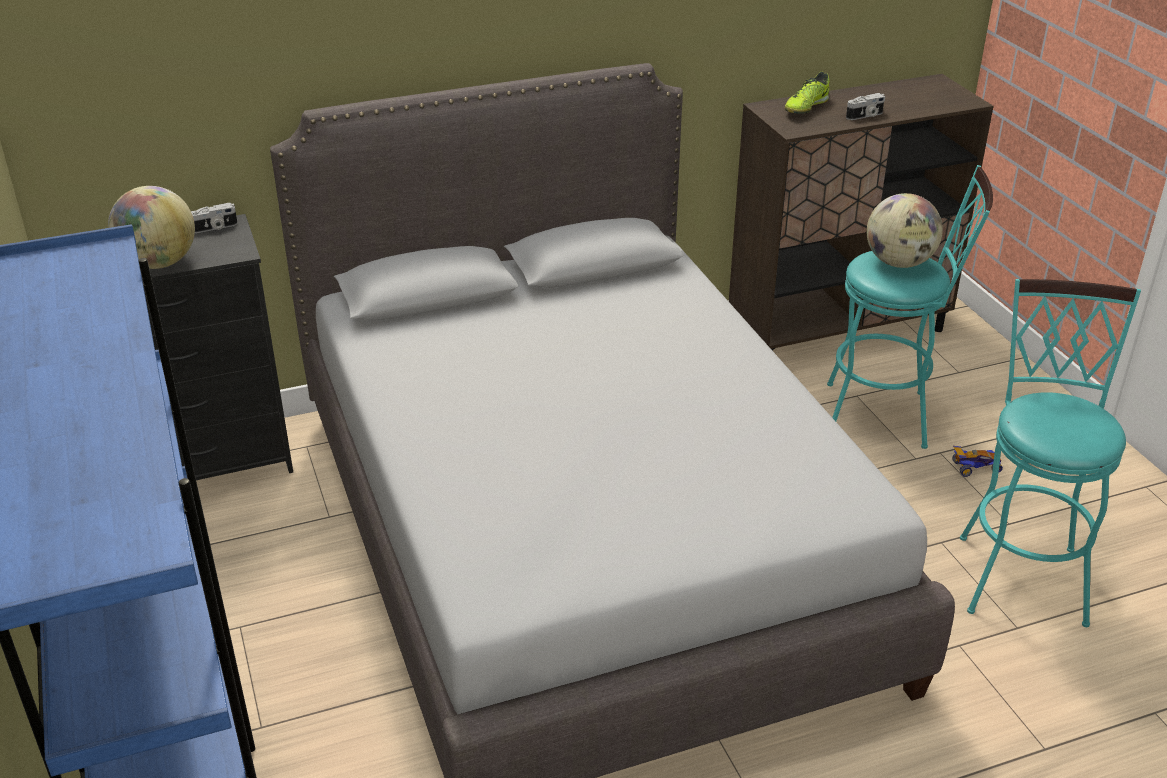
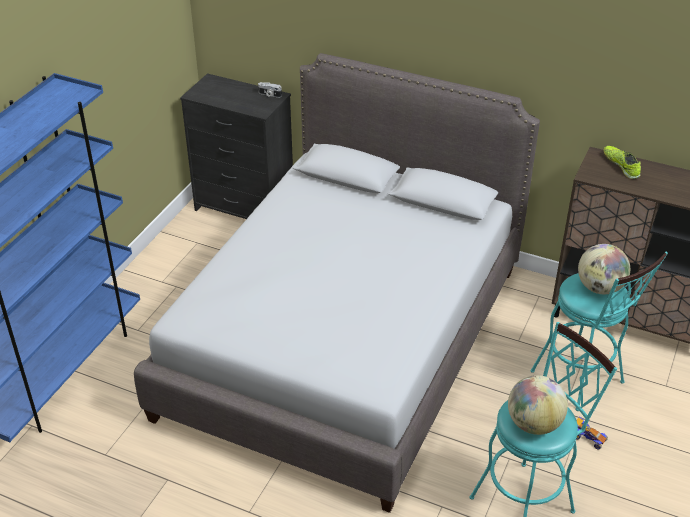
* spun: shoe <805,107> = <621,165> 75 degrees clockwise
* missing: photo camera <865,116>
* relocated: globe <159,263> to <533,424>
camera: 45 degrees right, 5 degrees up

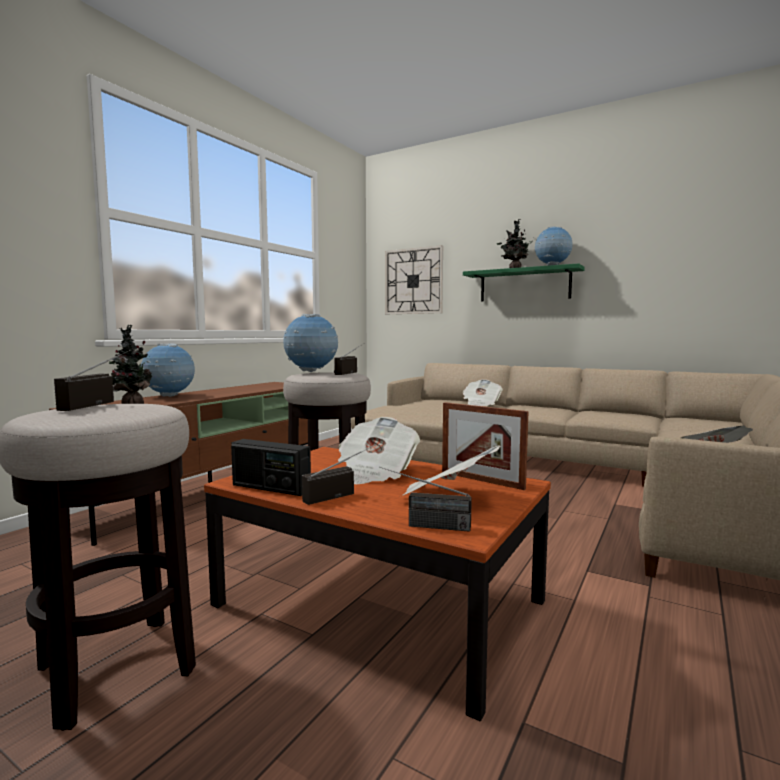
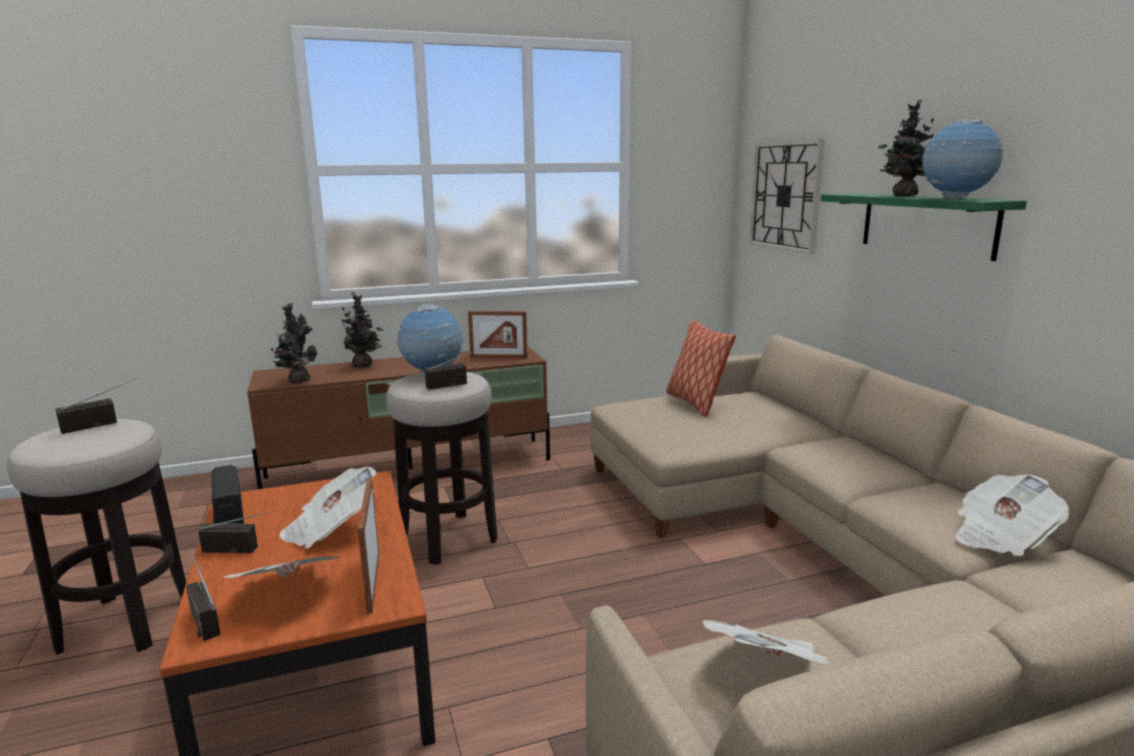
* exchanged: globe <169,396> to potted plant <364,365>
* relocated: newspaper <481,404> to <1001,537>
* appeared: picture frame <498,357>
* appeared: pillow <695,403>
camera: 40 degrees right, 10 degrees up

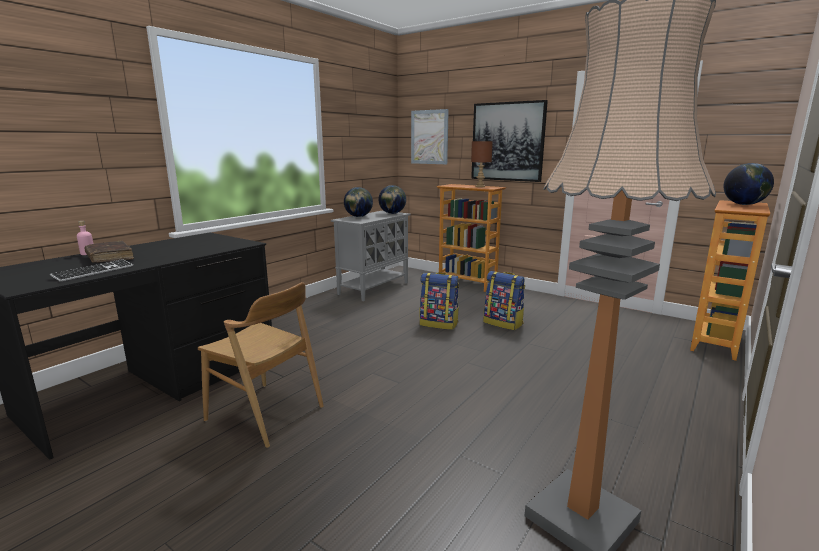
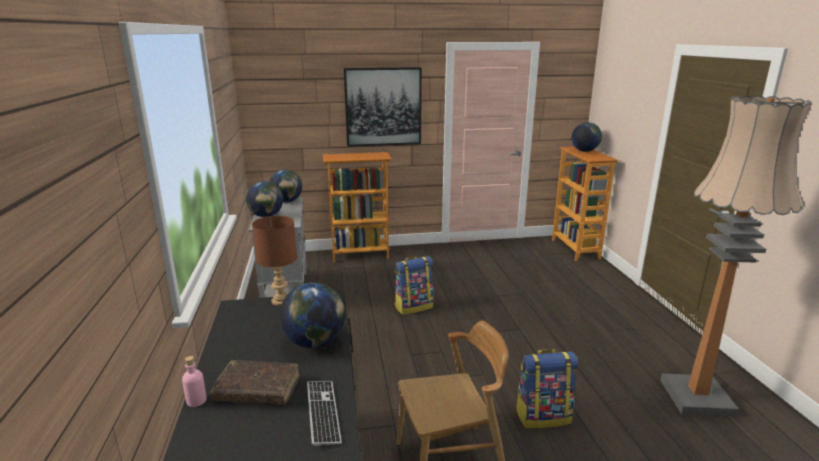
* missing: picture <429,137>
* relocated: table lamp (brown) <480,186> to <281,301>
* relocated: backpack <503,323> to <543,416>
* appeared: globe <315,342>
camera: 45 degrees left, 5 degrees up

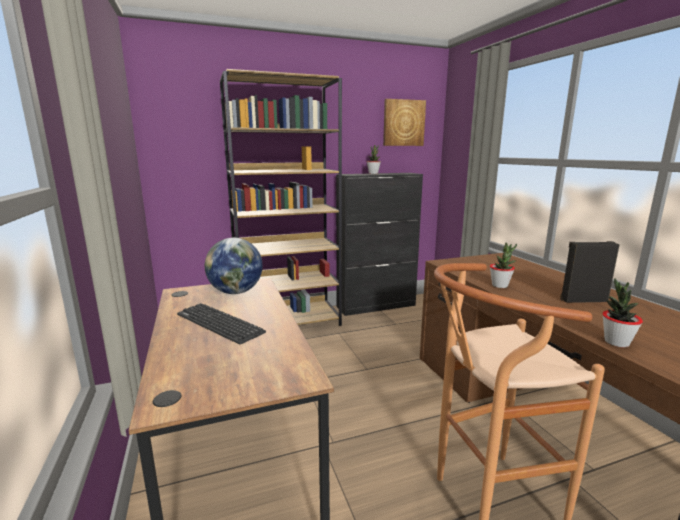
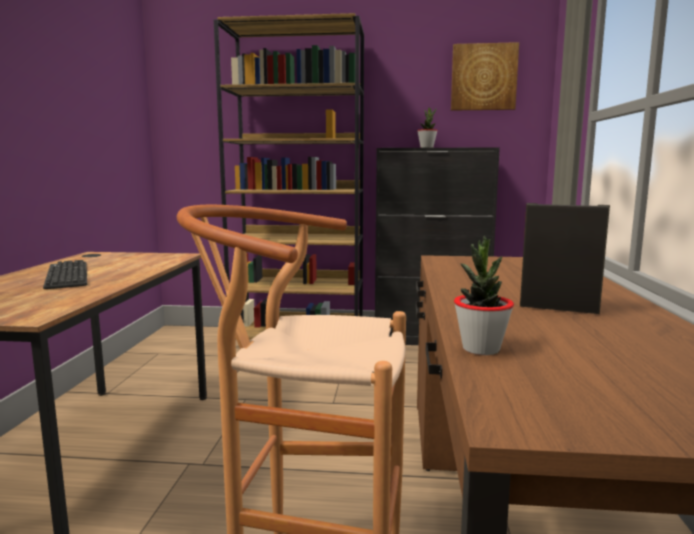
* missing: globe <236,292>
* missing: potted plant <500,285>
camera: 25 degrees right, 5 degrees down

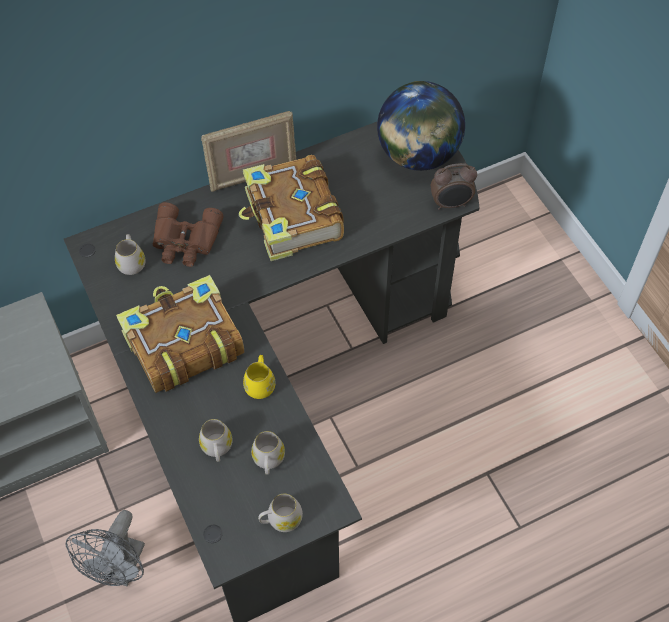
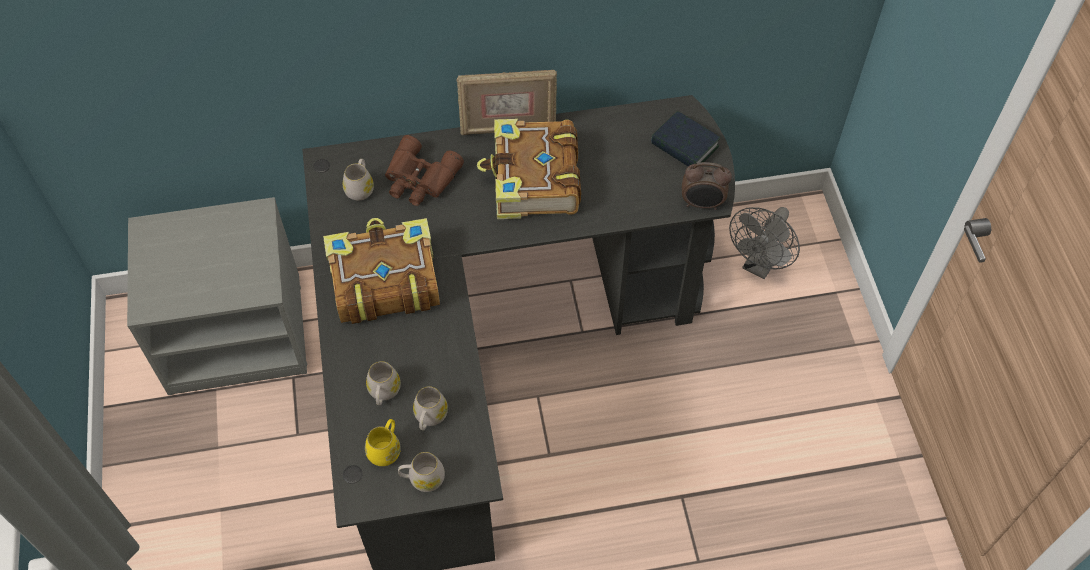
* exchanged: globe <418,156> to book <684,145>
* relocated: mug (yellow) <260,383> to <386,449>
* relocated: fan (grey) <121,570> to <759,265>
camera: 15 degrees right, 0 degrees up

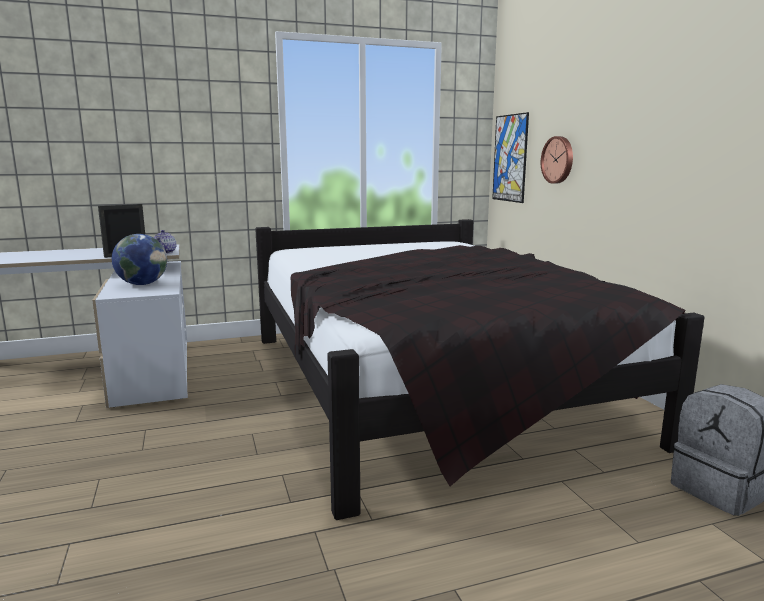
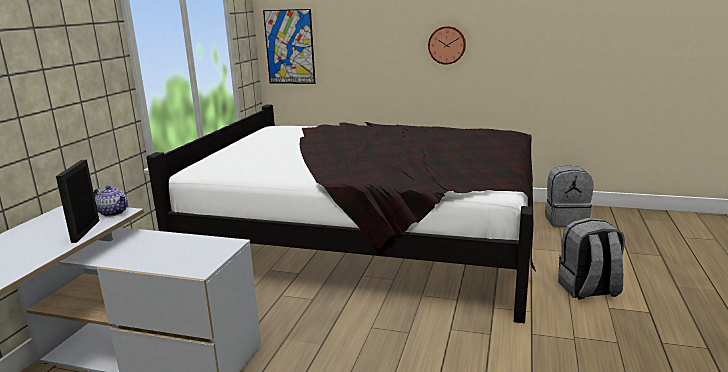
* relocated: wall clock <558,160> to <447,45>
* missing: globe <142,284>
* appeared: backpack (grey) <588,290>
camera: 55 degrees left, 5 degrees up

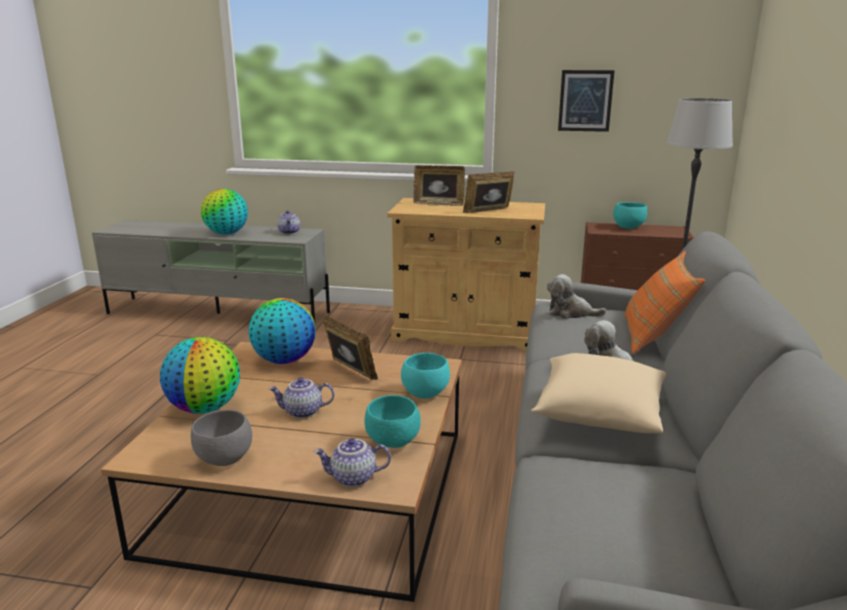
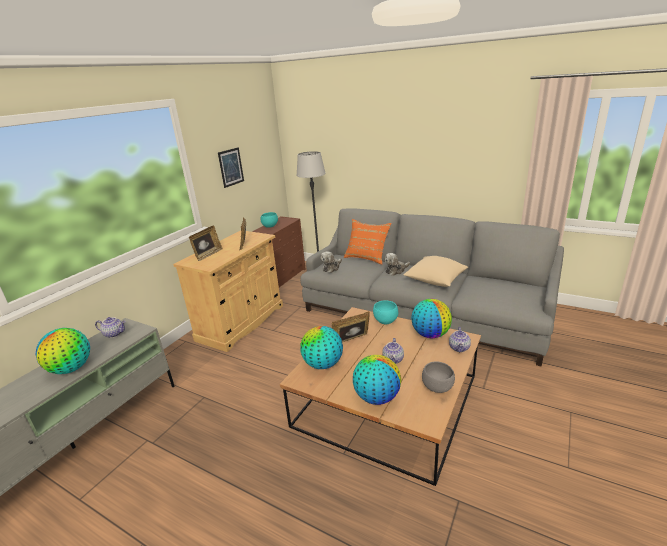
* exchanged: bowl (turquoise) <394,442> to globe <430,334>
camera: 70 degrees left, 5 degrees up

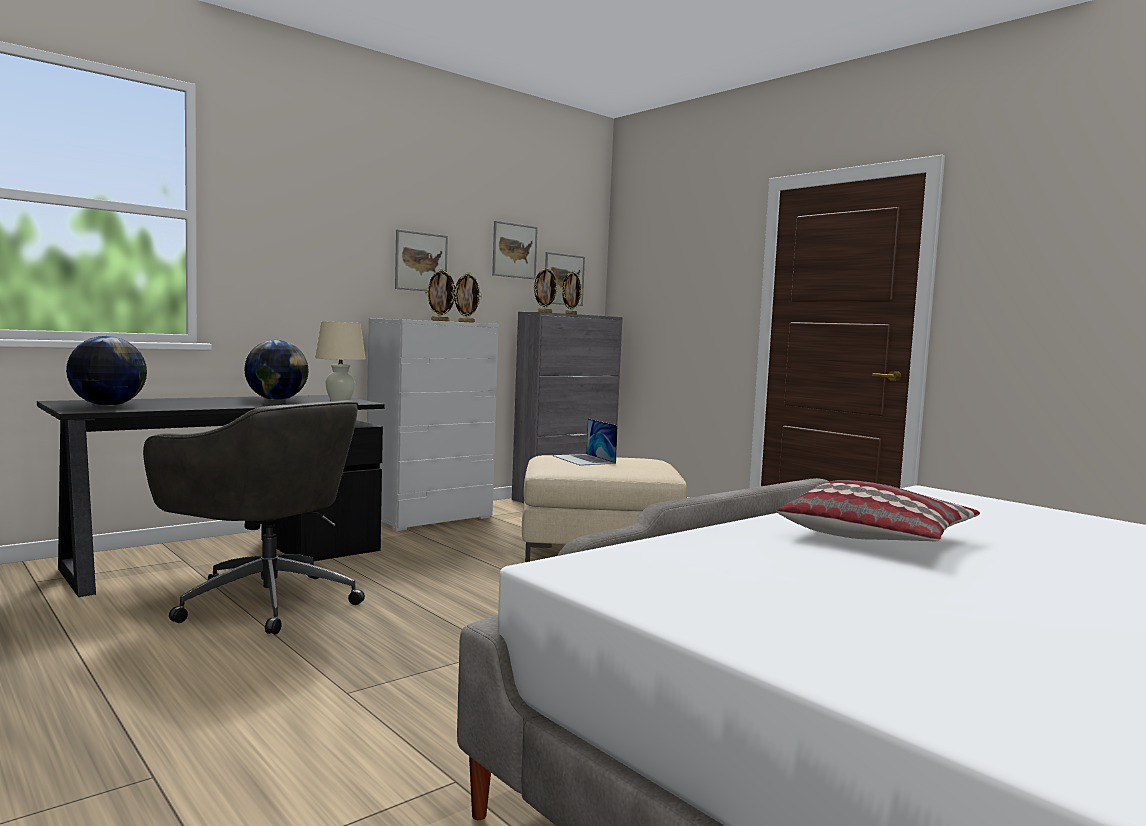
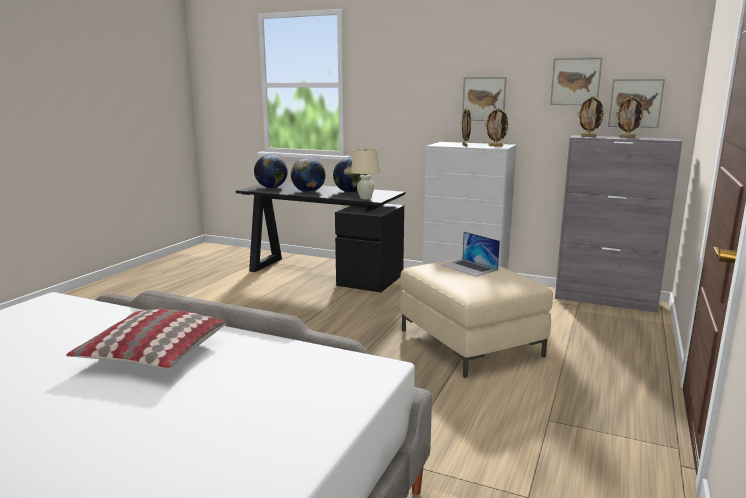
* missing: office chair (grey) <264,601>
* spun: laptop <583,459> = <469,267> 75 degrees counterclockwise
* appeared: globe <308,192>
camera: 65 degrees right, 10 degrees up

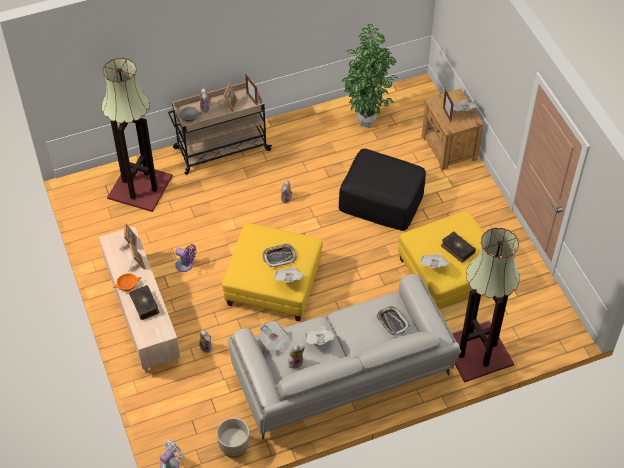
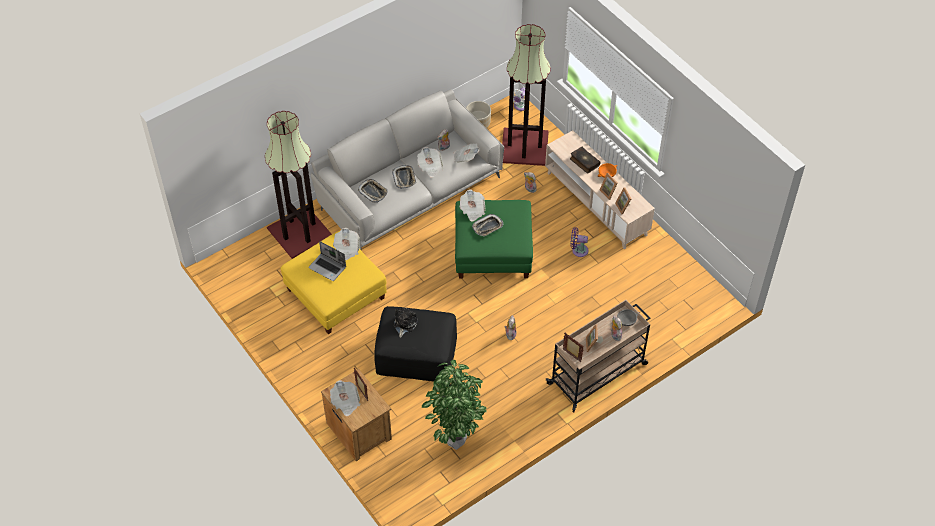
* relocated: floor lamp <139,186> to <525,148>
* colour: ottoman (yellow) <273,284> to ottoman (green) <493,250>
* exchanged: book <457,249> to laptop <328,267>
* appeared: tray <404,178>
* appeared: plush toy <404,324>
camera: 165 degrees right, 0 degrees up

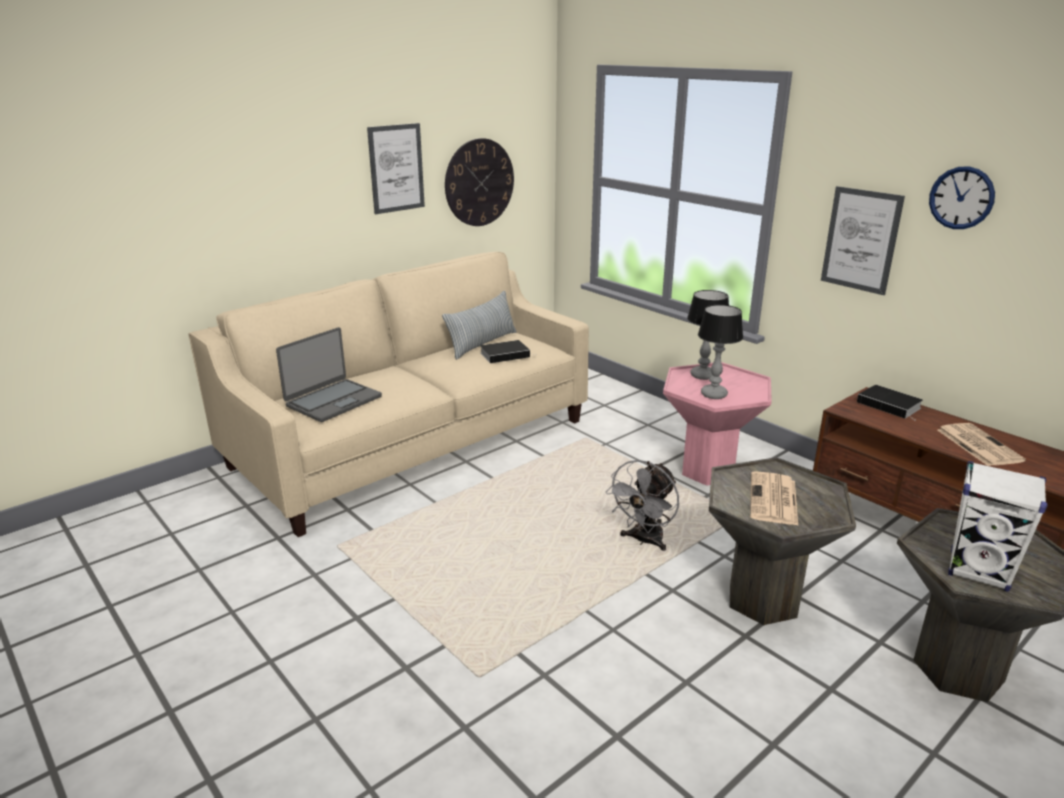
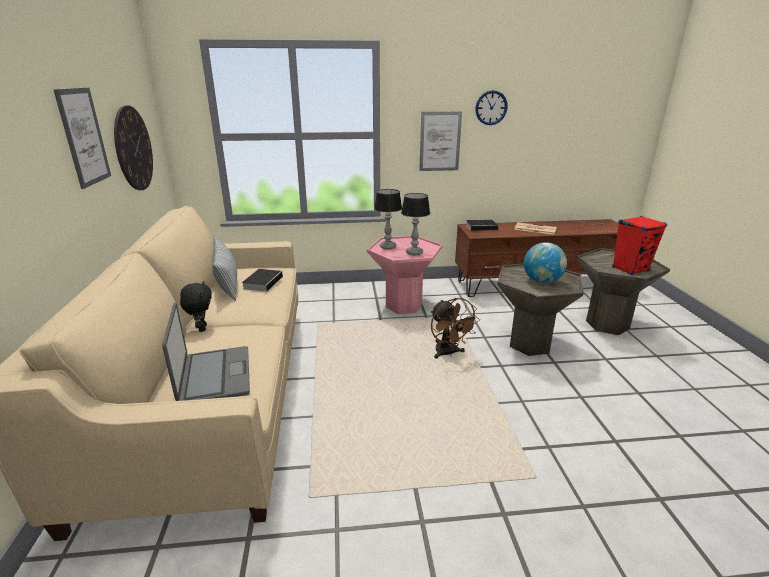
* colour: fan (grey) <644,541> to fan (brown) <448,353>
* colour: speaker (white) <979,571> to speaker (red) <630,269>
* exchanged: newspaper <774,500> to globe <542,281>
* appeared: plush toy (black) <201,328>
camera: 55 degrees left, 0 degrees up

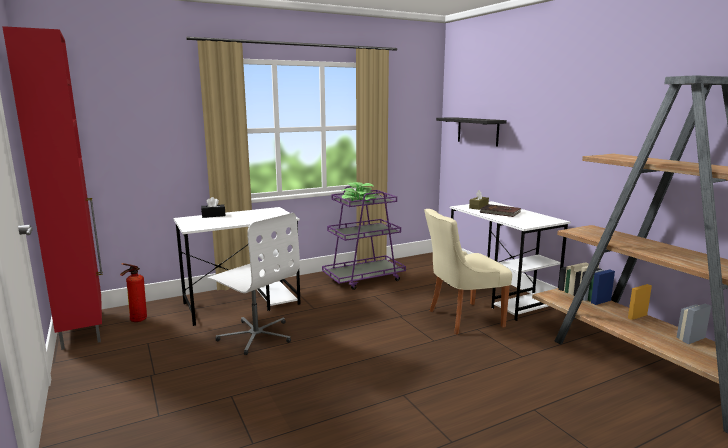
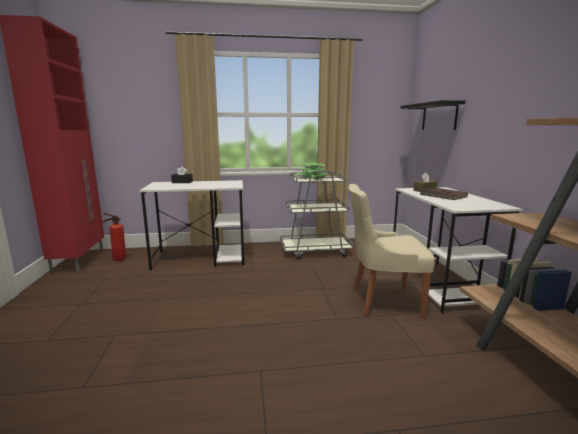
* colour: cart (purple) <364,278> to cart (grey) <315,251>
* missing: office chair (white) <256,335>
camera: 20 degrees right, 0 degrees up

